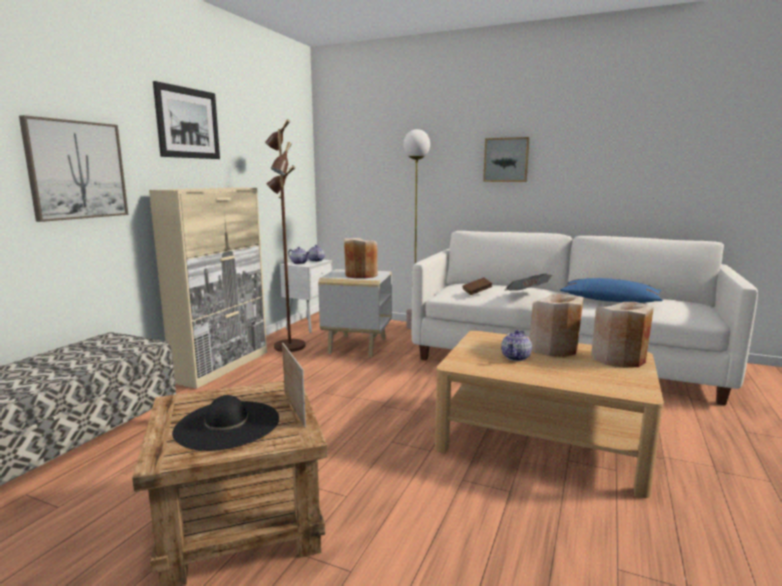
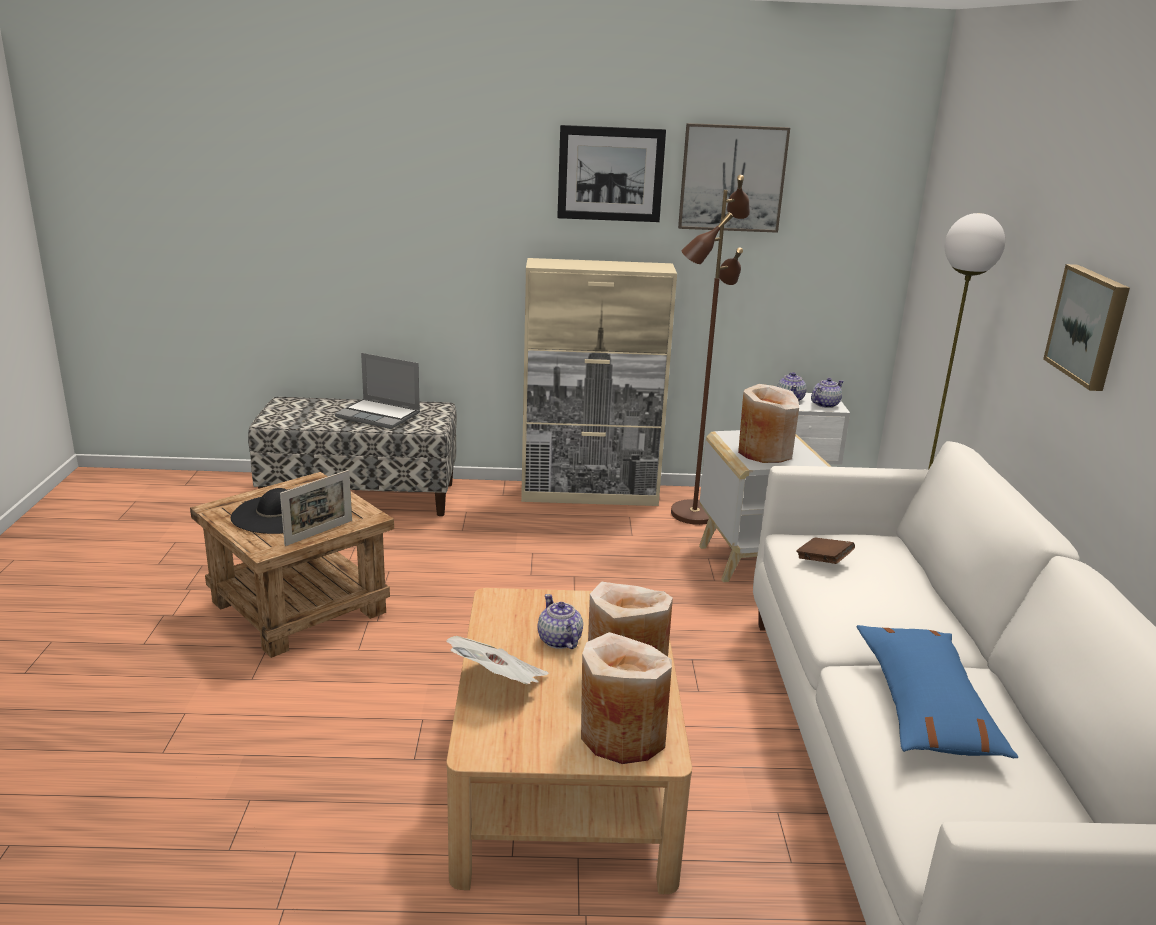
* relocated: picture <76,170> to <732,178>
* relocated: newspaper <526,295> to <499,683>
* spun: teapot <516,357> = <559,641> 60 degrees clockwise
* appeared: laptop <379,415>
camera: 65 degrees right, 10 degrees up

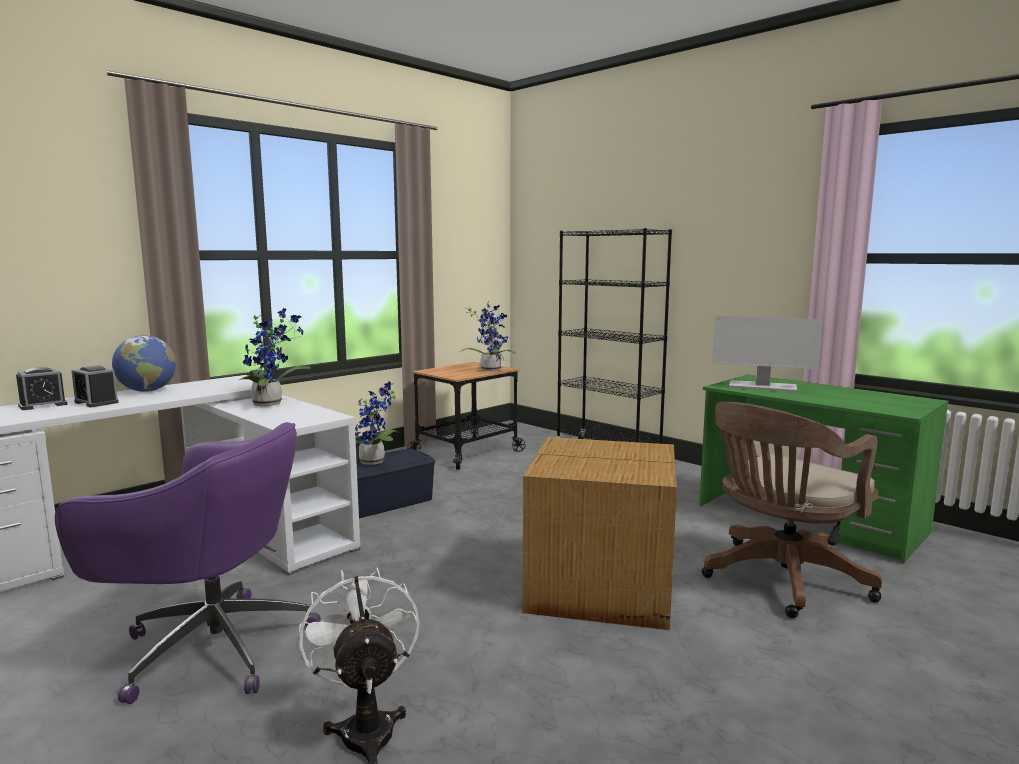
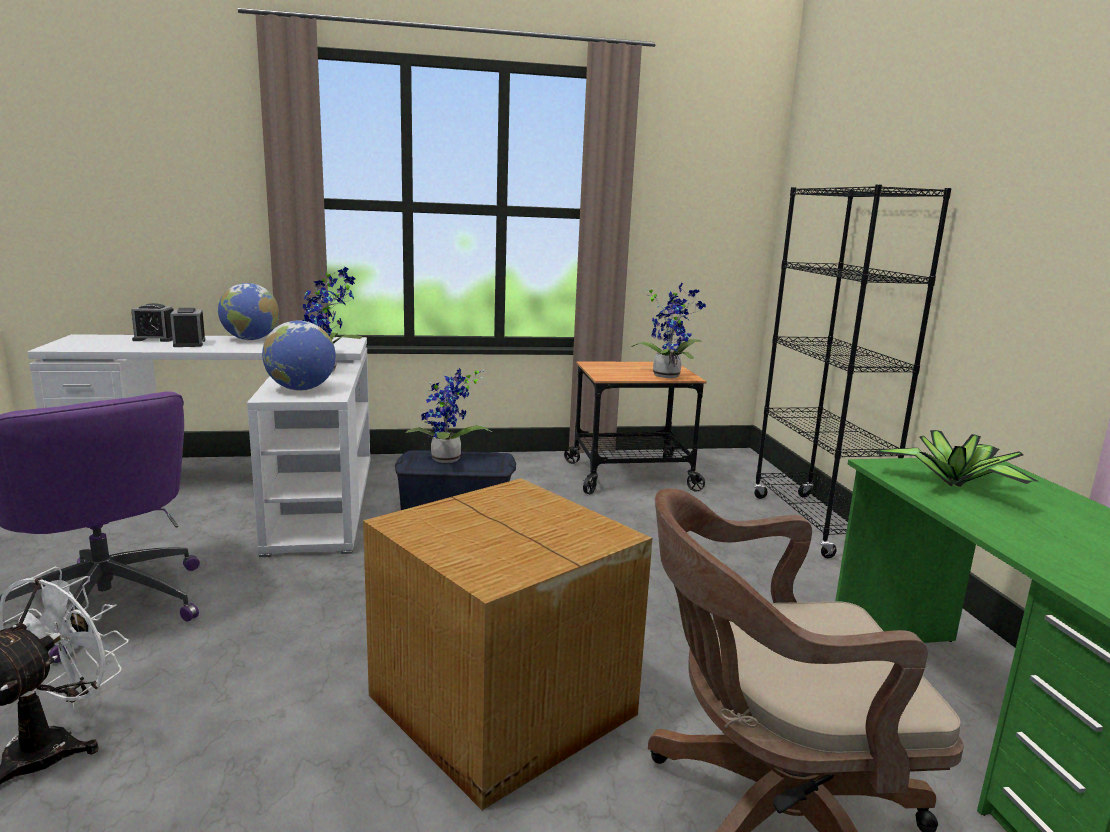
* exchanged: monitor <761,387> to potted plant <954,484>
* appeared: globe <301,389>
camera: 35 degrees right, 5 degrees up

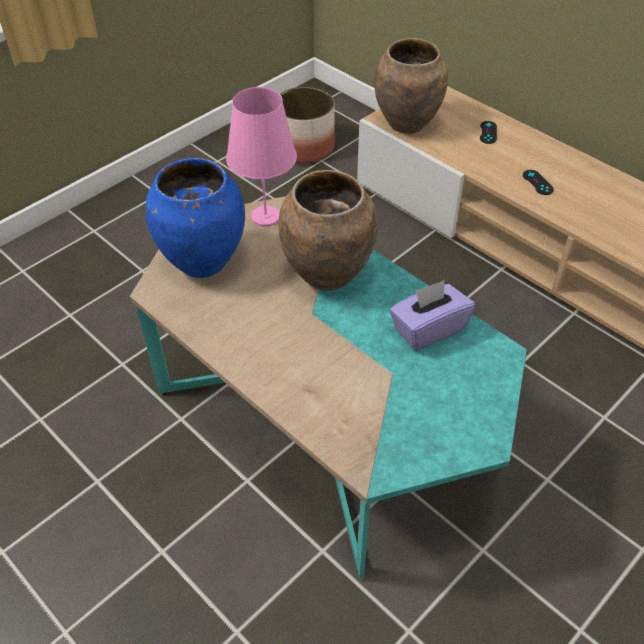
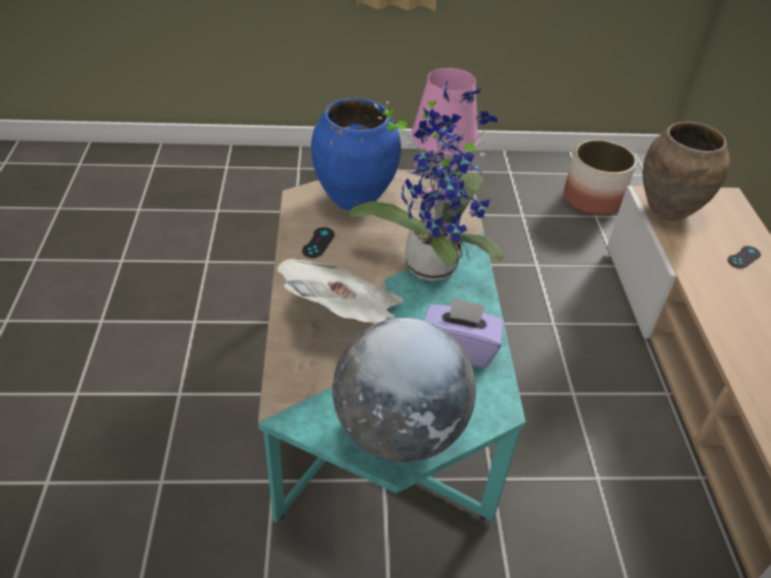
* exchanged: vase (brown) <328,274> to potted plant <431,261>
* relocated: game controller (black) <537,182> to <318,243>
* appeared: newspaper <344,314>
* appeared: globe <399,431>
camera: 40 degrees right, 5 degrees down

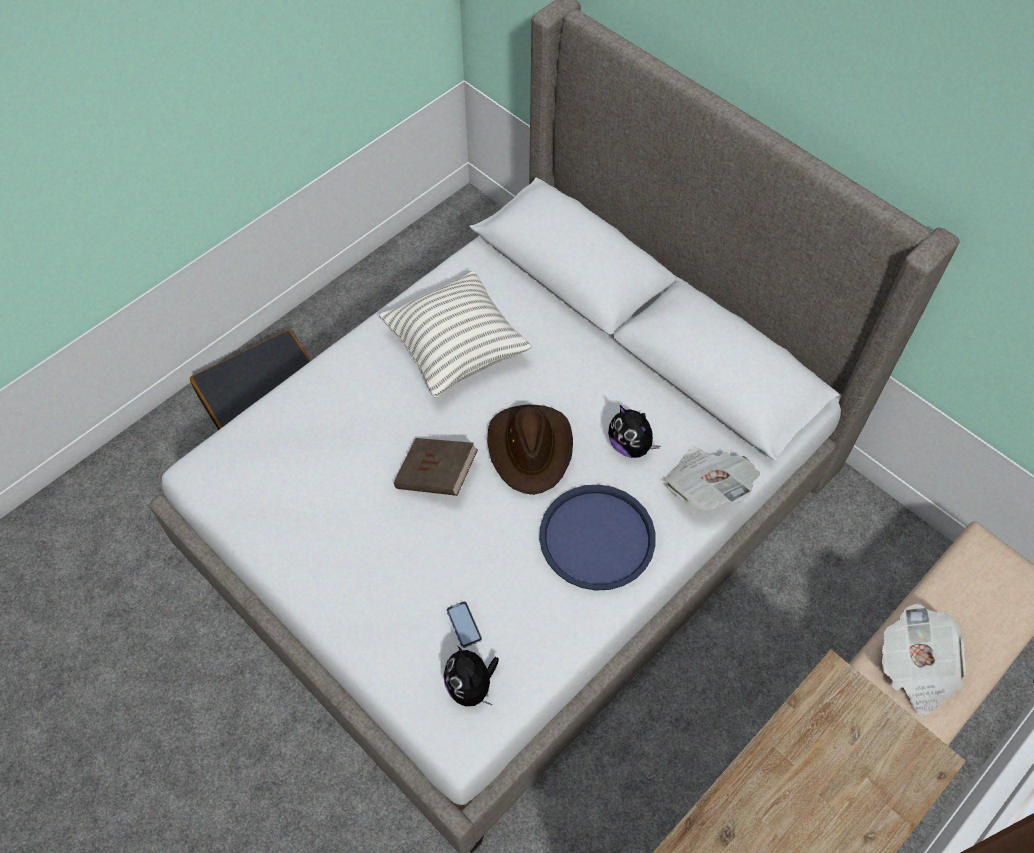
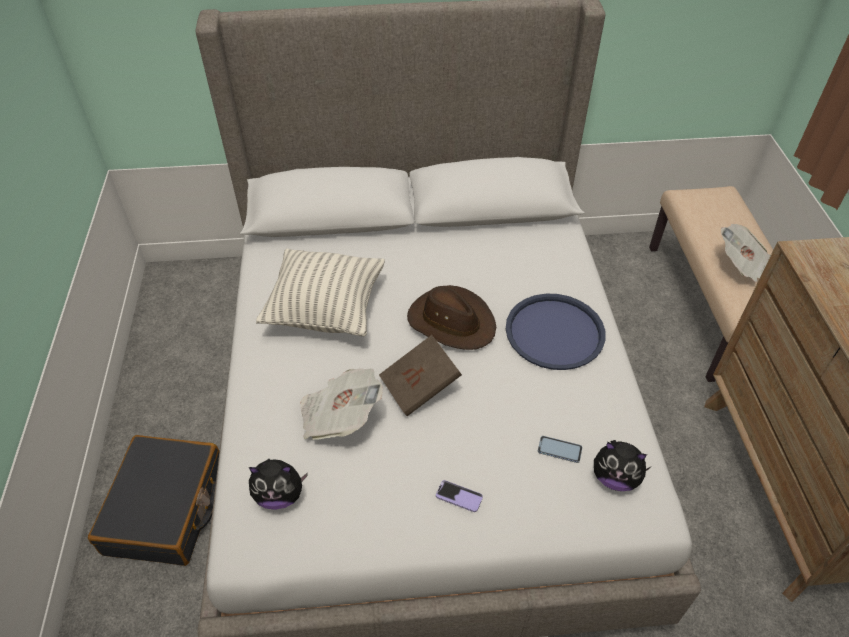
* relocated: plush toy <630,445> to <280,495>
* relocated: newspaper <706,487> to <339,416>
* appeared: phone <459,497>
camera: 50 degrees left, 10 degrees down

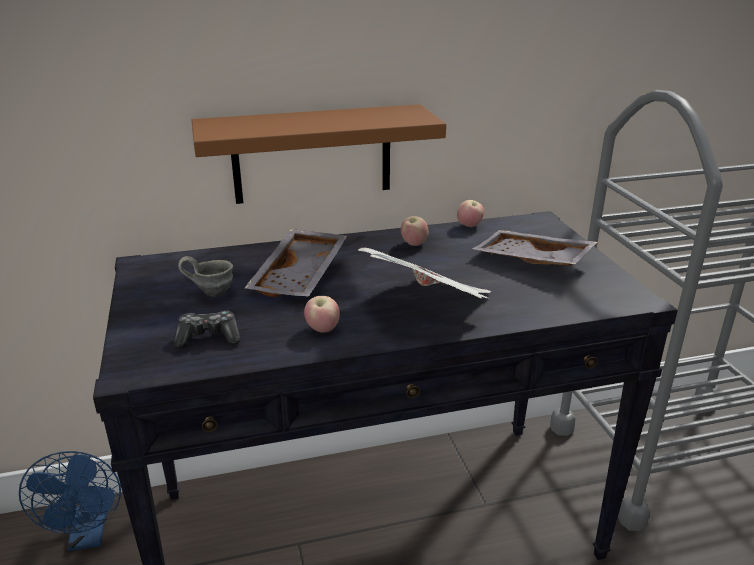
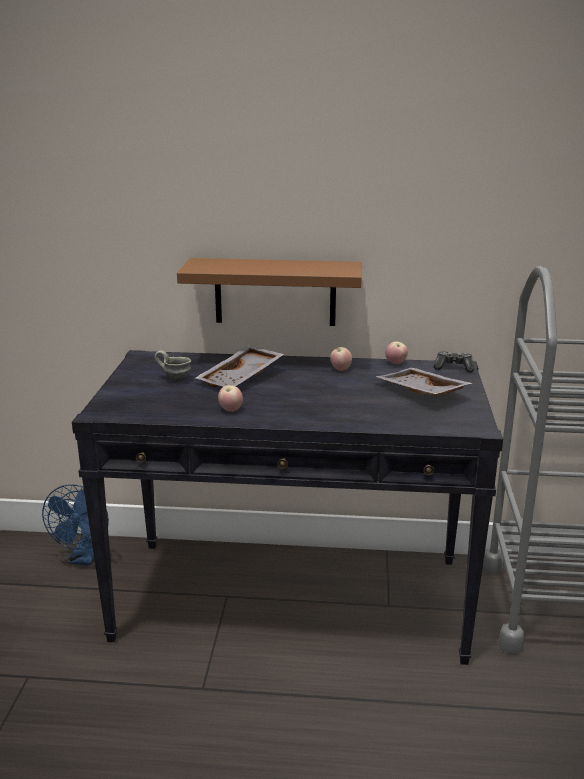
* missing: newspaper <429,306>
* relocated: game controller <208,338> to <453,367>
camera: 20 degrees right, 5 degrees down

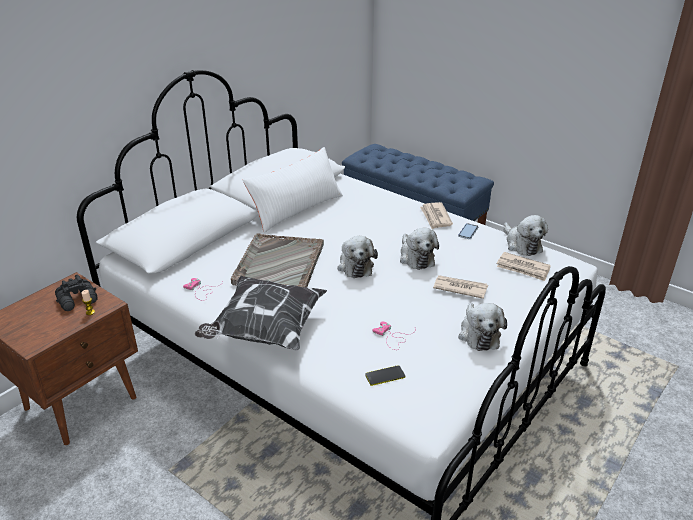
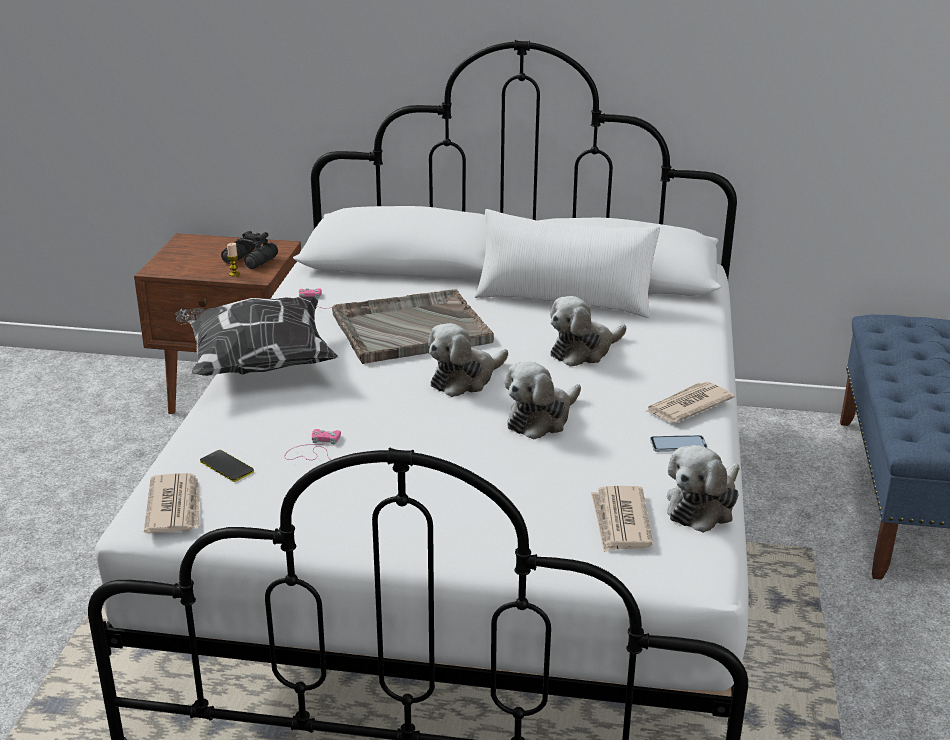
* relocated: newspaper <459,288> to <175,507>
* relocated: plush toy <478,334> to <583,351>
camera: 60 degrees right, 5 degrees down

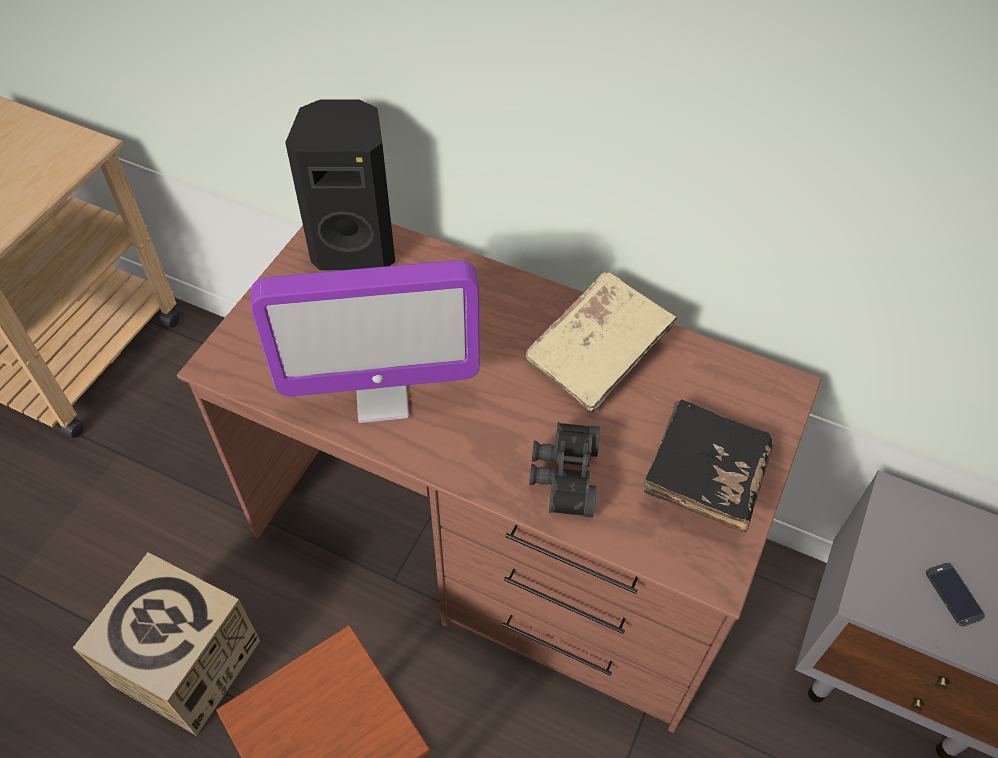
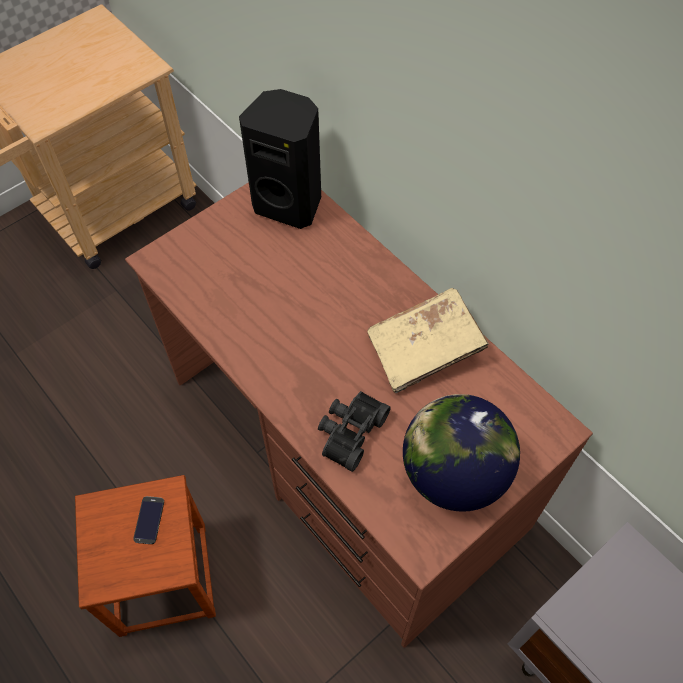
* missing: monitor <382,398>
* exchanged: book (black) <704,476> to globe <454,474>
* missing: cardboard box <186,663>
* relocated: phone <954,594> to <149,520>
camera: 25 degrees right, 5 degrees up

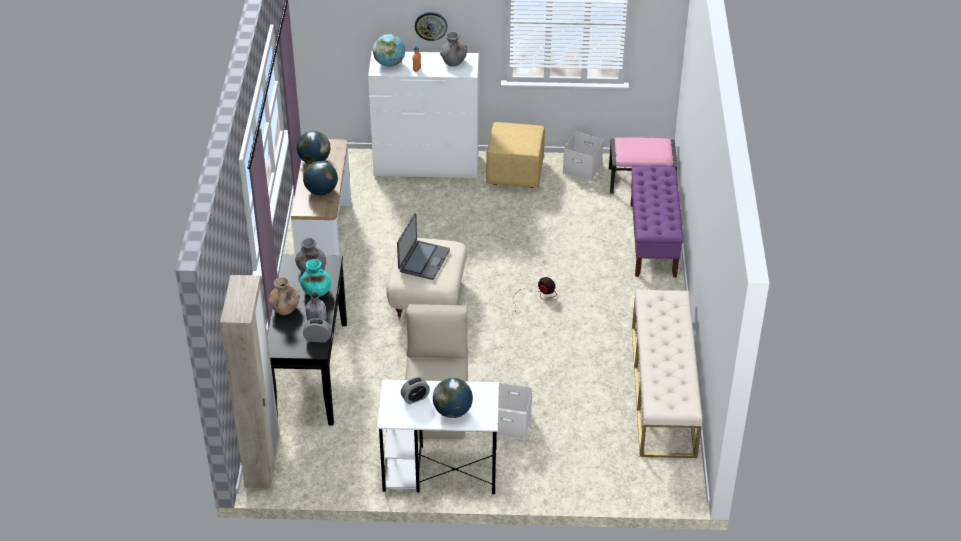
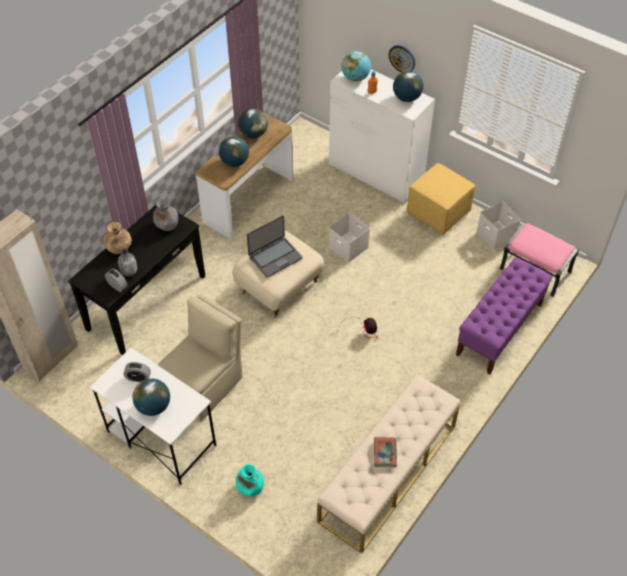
* exchanged: vase (grey) <453,62> to globe <407,98>
* relocated: vase (turquoise) <316,291> to <250,487>
* relocated: storage box (white) <511,423> to <349,247>
* appeared: book <385,453>
camera: 35 degrees right, 10 degrees up

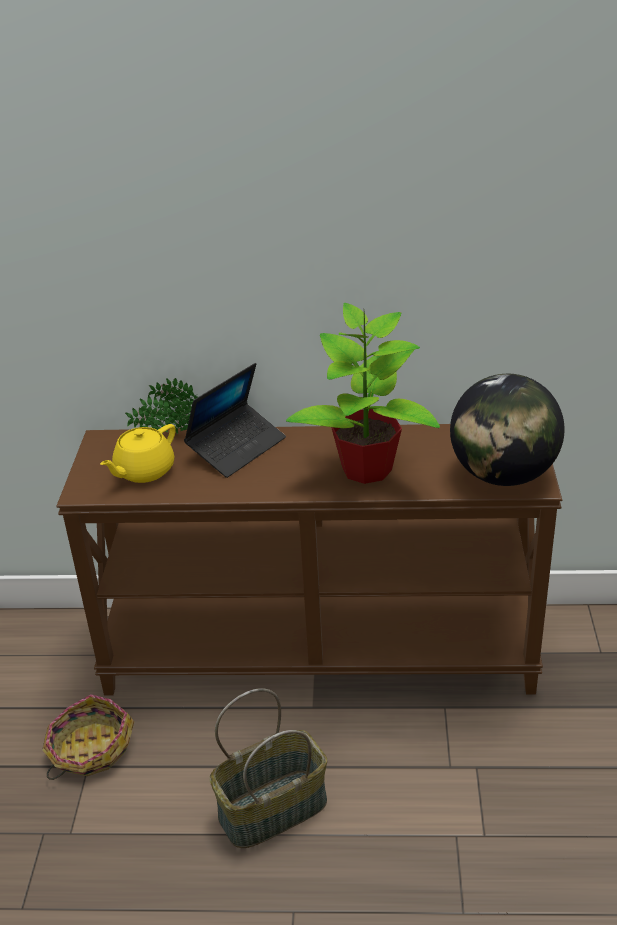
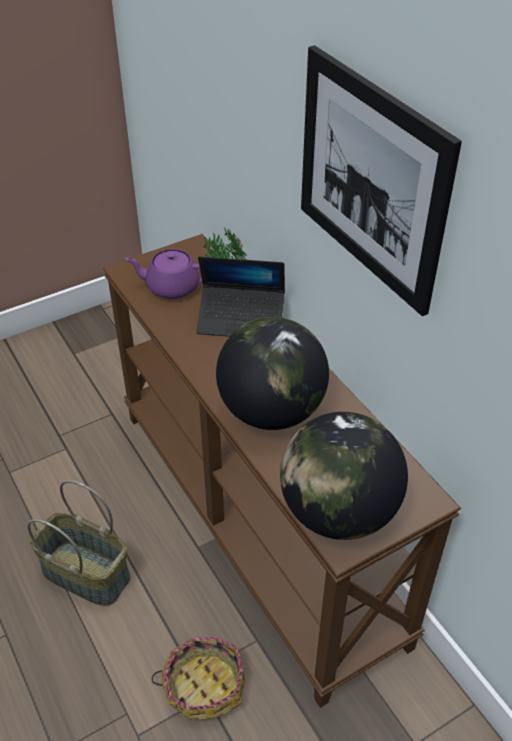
* exchanged: potted plant <366,470> to globe <271,411>
* colour: teapot (yellow) <143,471> to teapot (purple) <172,287>
* relocated: basket <89,749> to <203,684>
* appeared: picture <371,179>
camera: 55 degrees right, 10 degrees up

